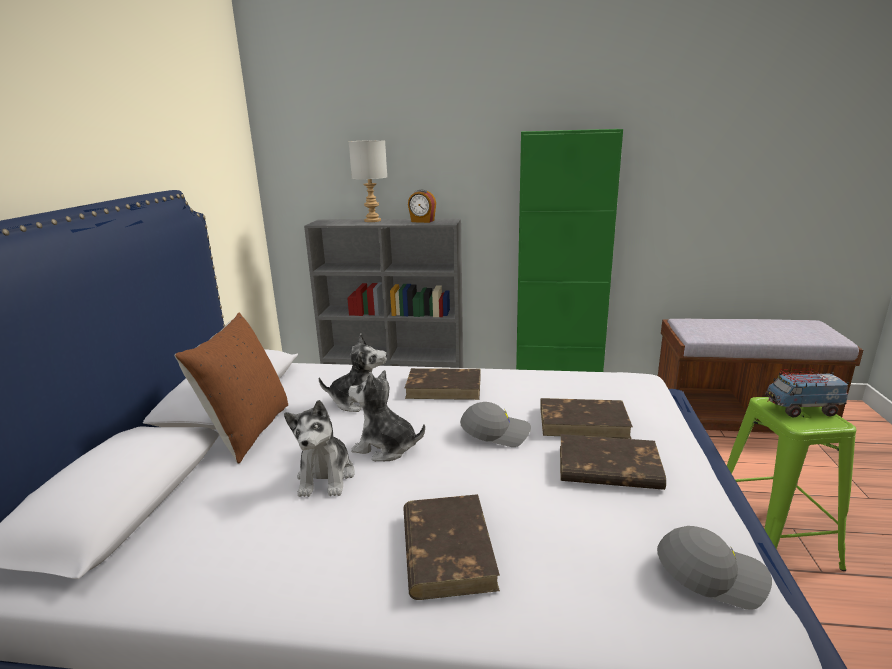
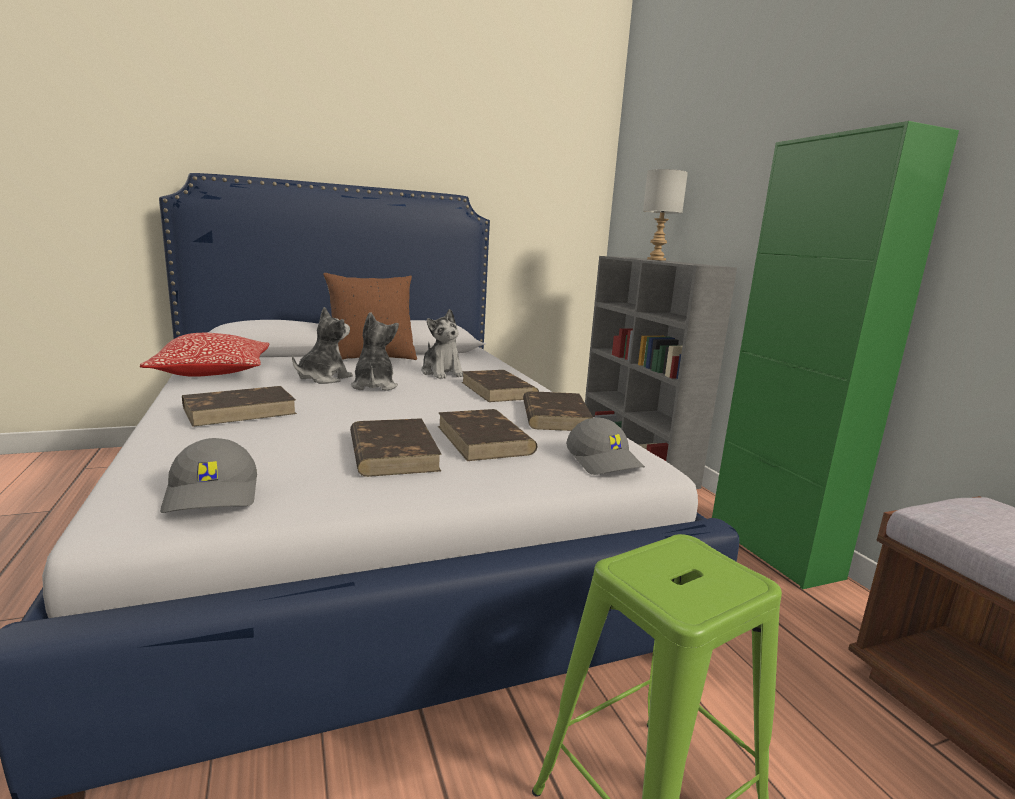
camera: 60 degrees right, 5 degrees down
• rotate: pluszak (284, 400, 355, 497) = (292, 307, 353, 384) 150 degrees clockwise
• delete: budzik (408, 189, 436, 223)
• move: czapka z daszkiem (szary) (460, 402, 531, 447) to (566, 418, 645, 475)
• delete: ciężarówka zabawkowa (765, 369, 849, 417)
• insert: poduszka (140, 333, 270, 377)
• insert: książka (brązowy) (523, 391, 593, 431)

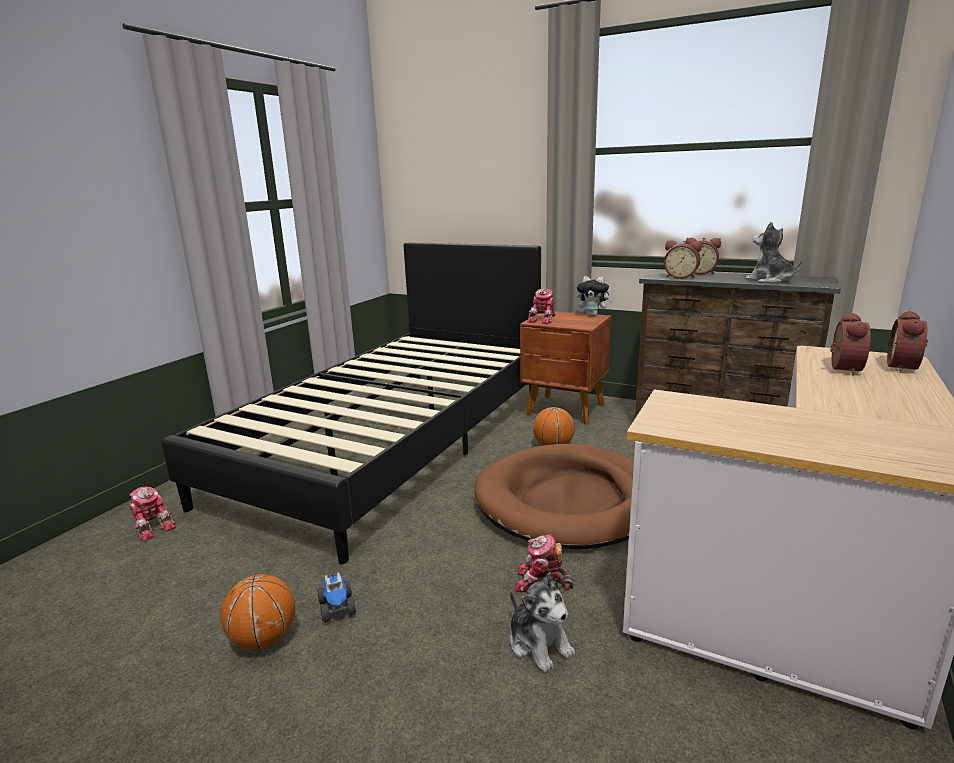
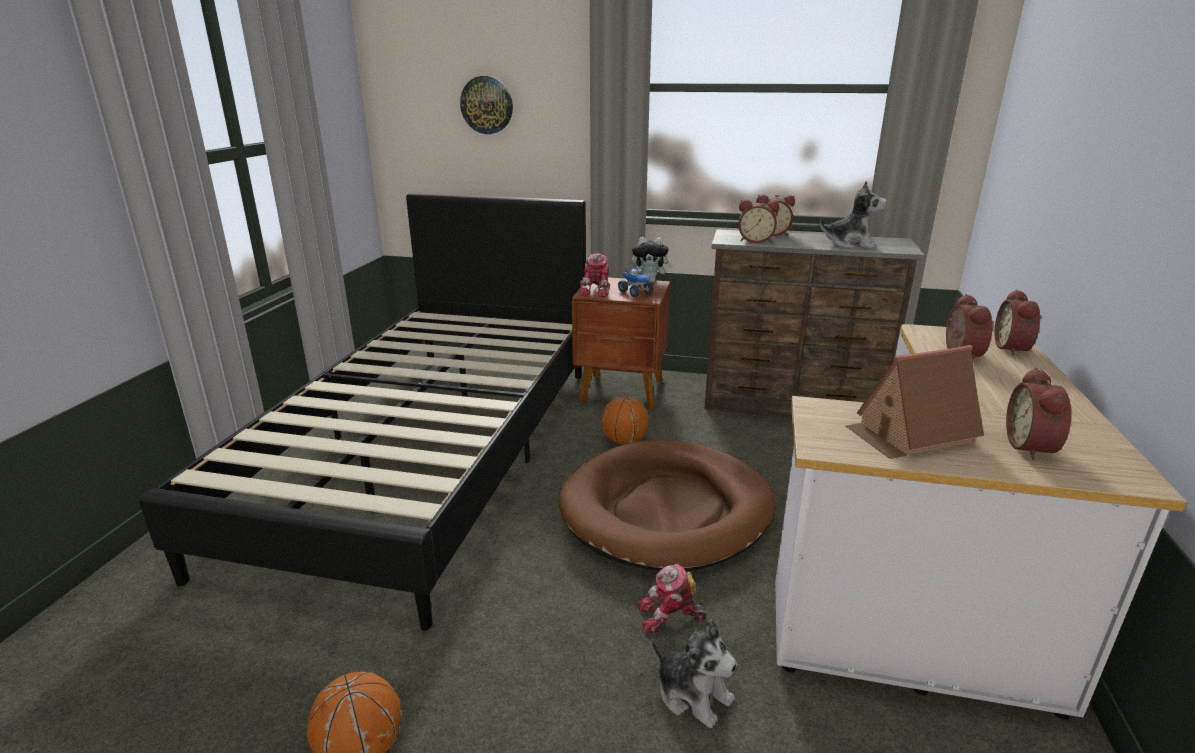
camera: 15 degrees left, 5 degrees up
• delete: robot zabawkowy (129, 486, 176, 541)
• move: ciężarówka zabawkowa (317, 570, 356, 623) to (618, 266, 654, 297)
• rotate: pluszak (745, 222, 803, 283) = (820, 181, 887, 249) 150 degrees clockwise
• insert: zegar ścienny (460, 76, 513, 134)
• insert: domek (845, 345, 984, 459)
• insert: budzik (1006, 368, 1071, 460)

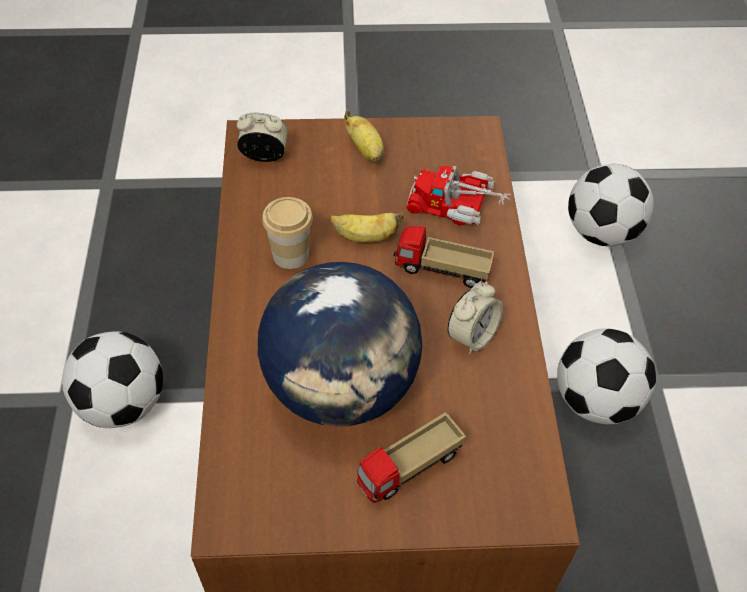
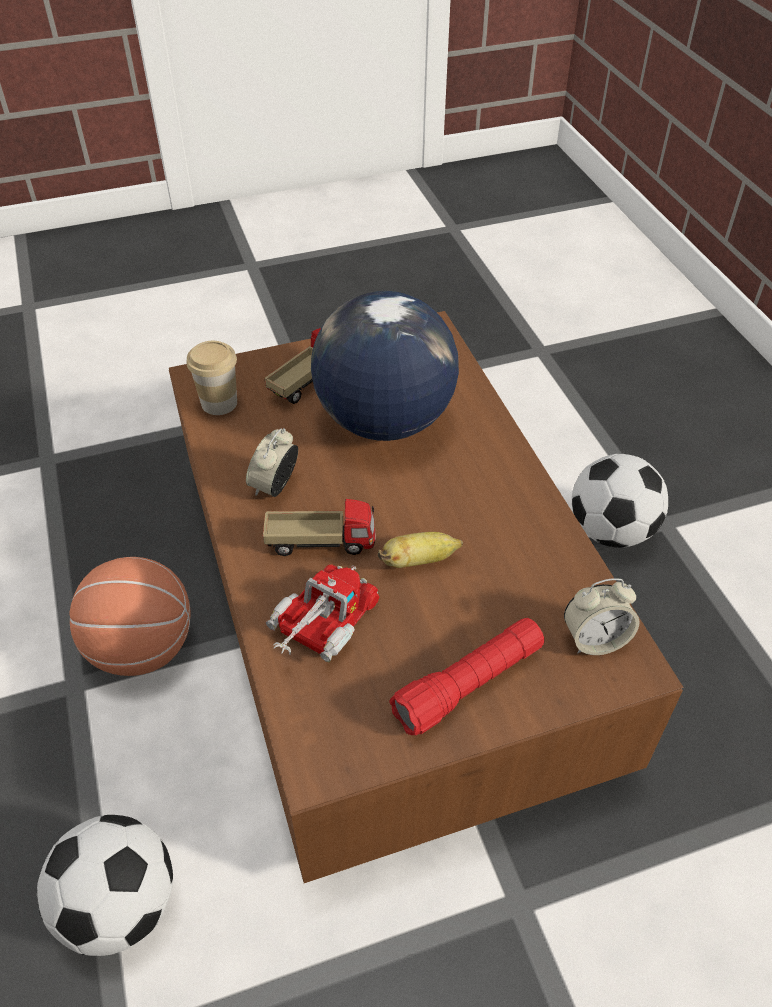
camera: 165 degrees right, 5 degrees down
• move: filiżanka (262, 197, 313, 269) to (187, 341, 237, 415)
• replace: banan (344, 111, 384, 162) to latarka (czerwony) (389, 618, 544, 735)
• rotate: ciężarówka zabawkowa (406, 166, 511, 226) = (266, 564, 379, 662) 60 degrees counterclockwise
• replace: piłka futbolowa (557, 328, 656, 424) to piłka do koszykówki (70, 557, 191, 676)

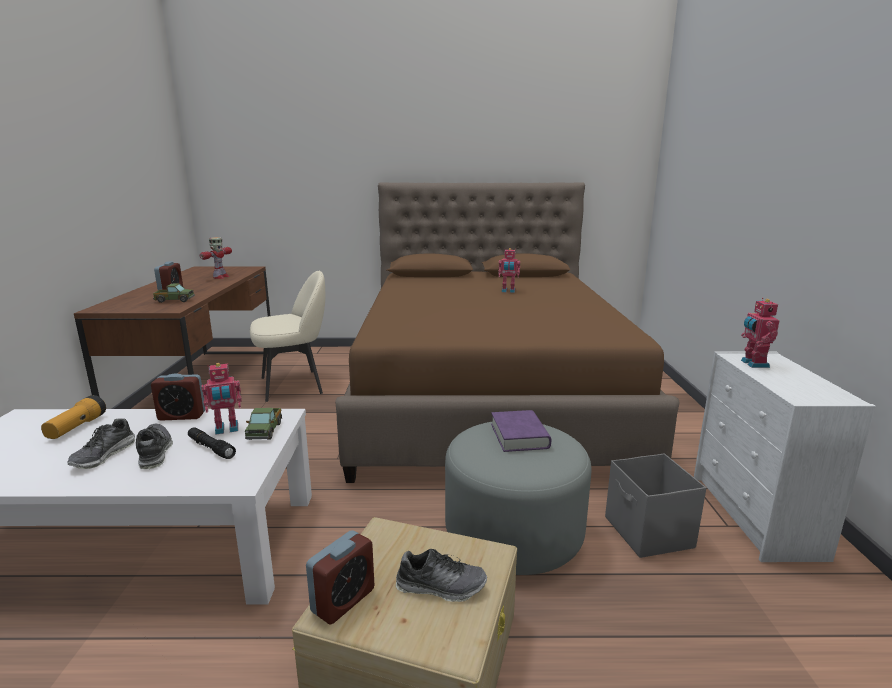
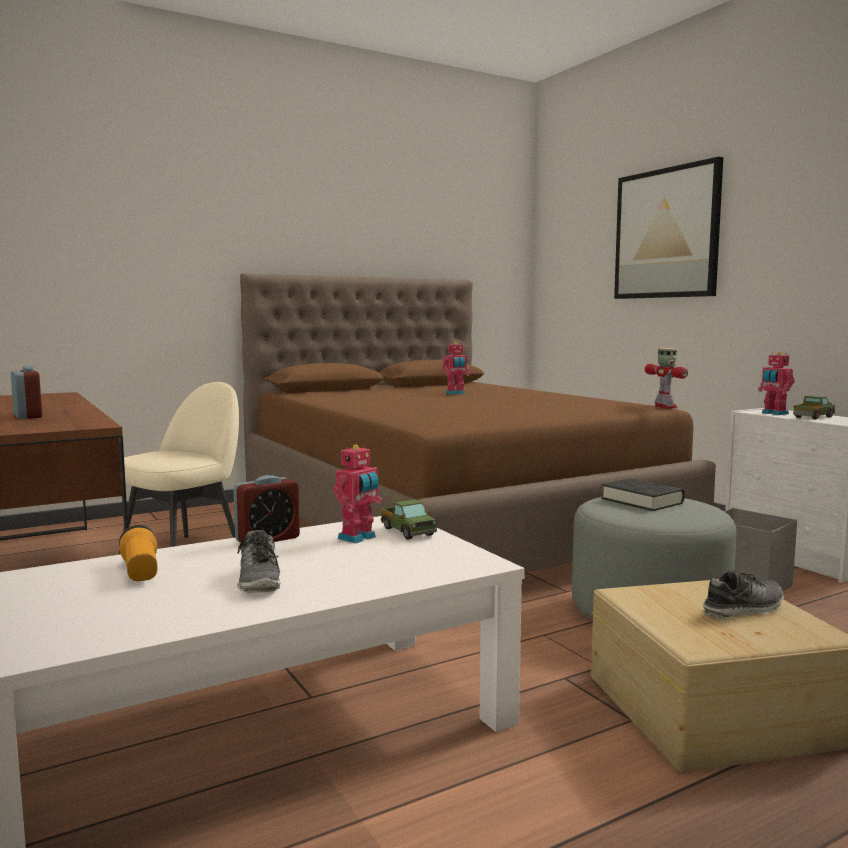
camera: 30 degrees left, 10 degrees down
• delete: but (136, 424, 173, 469)
• move: ciężarówka zabawkowa (153, 284, 195, 303) to (793, 395, 835, 419)
• delete: latarka (czarny) (188, 427, 236, 459)
• move: robot zabawkowy (200, 237, 232, 279) to (645, 348, 688, 408)
• delete: budzik (306, 530, 374, 625)
• recolor: książka (fioletowy) (491, 410, 551, 452) to książka (czarny) (601, 478, 684, 511)
• insert: obraz (614, 157, 723, 299)

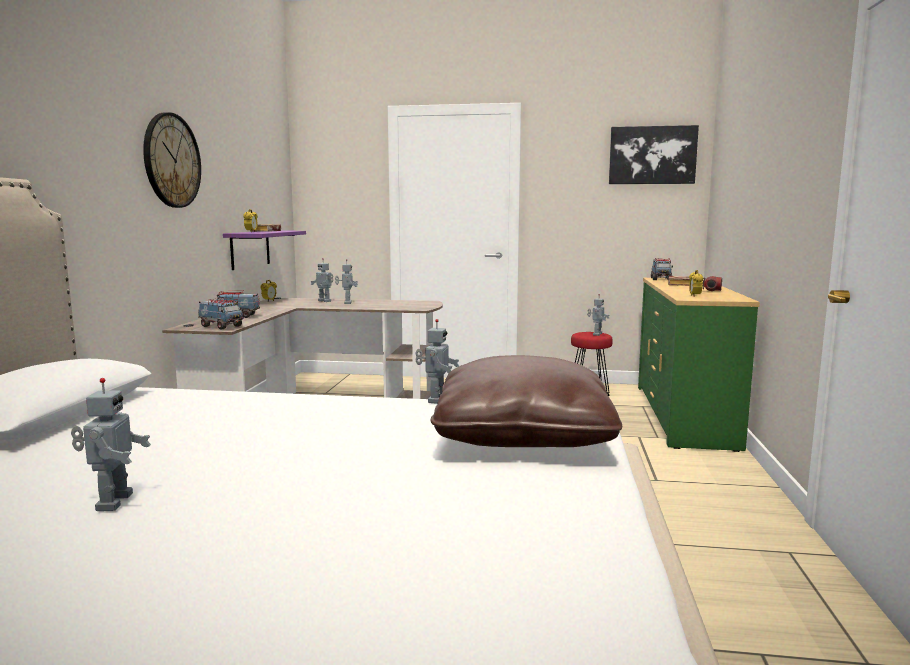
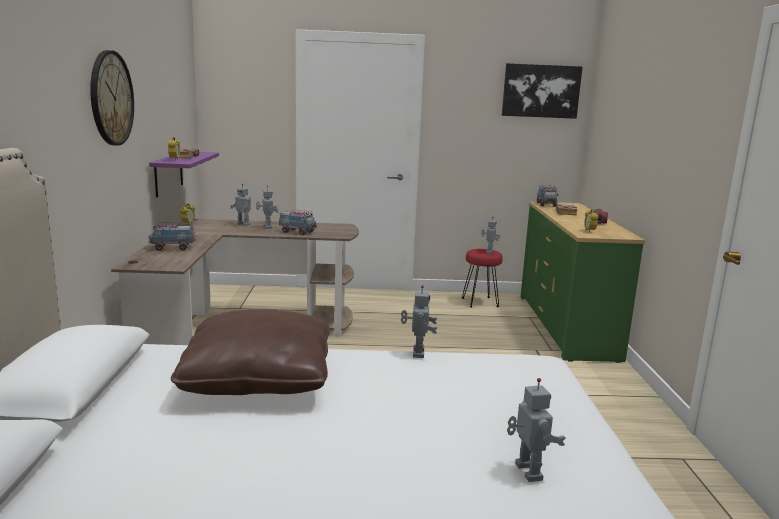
camera: 10 degrees left, 5 degrees up
• move: robot zabawkowy (71, 378, 151, 511) to (507, 378, 565, 482)
• move: ciężarówka zabawkowa (198, 298, 244, 329) to (279, 210, 317, 235)
• move: poduszka (brązowy) (430, 355, 622, 447) to (171, 309, 330, 395)

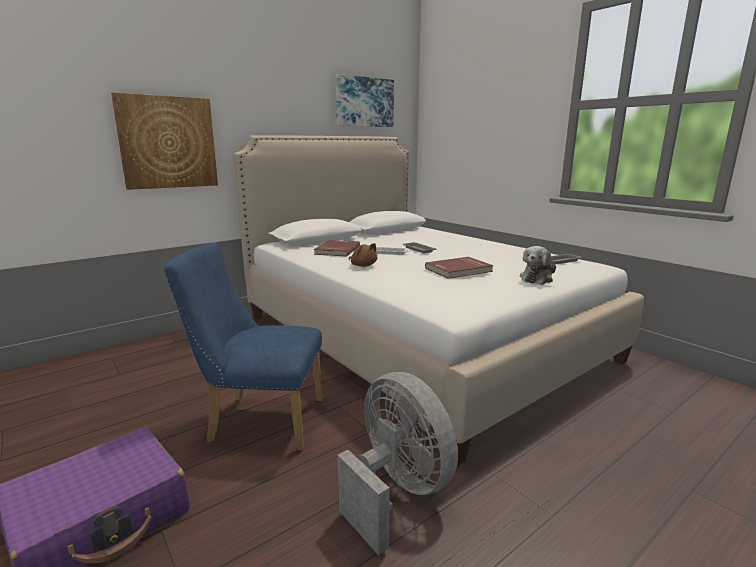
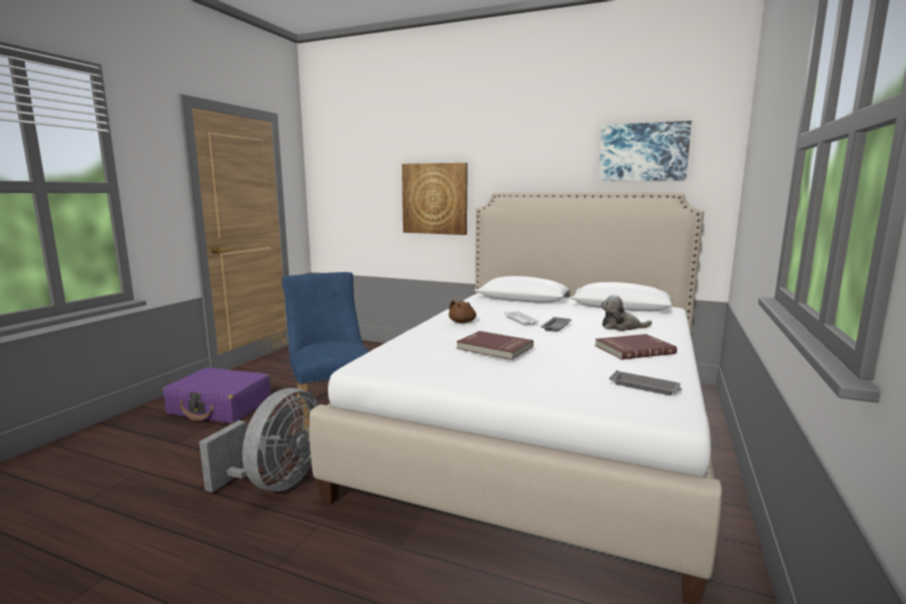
camera: 60 degrees right, 5 degrees down
• move: książka (czerwony) (314, 240, 360, 257) to (595, 334, 677, 360)
• move: pluszak (520, 246, 556, 285) to (601, 295, 652, 331)

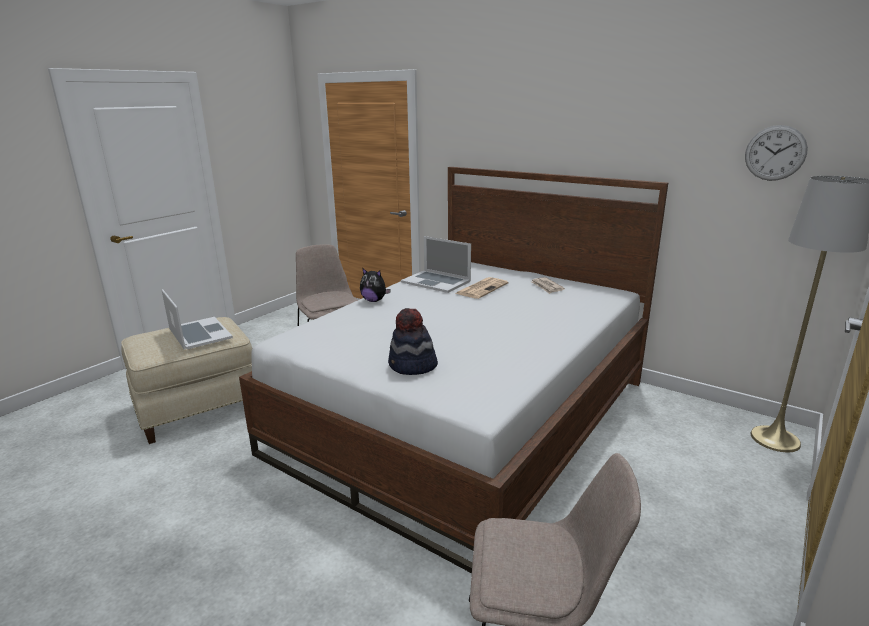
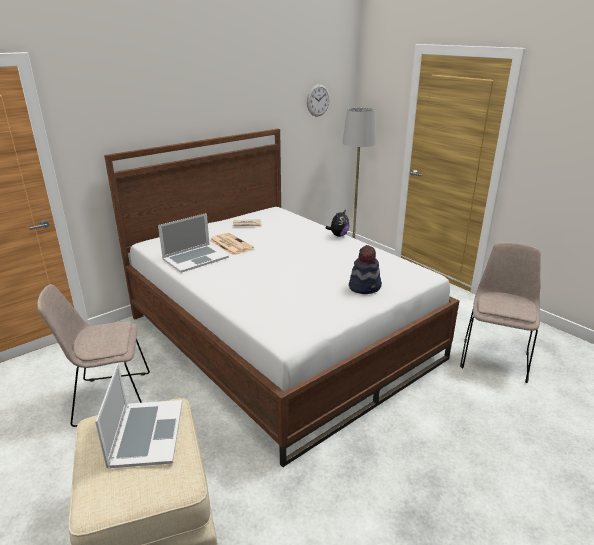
camera: 75 degrees left, 5 degrees up
• rotate: laptop (162, 289, 233, 350) = (95, 363, 182, 468) 105 degrees clockwise
• move: pluszak (360, 269, 391, 302) to (326, 209, 349, 237)

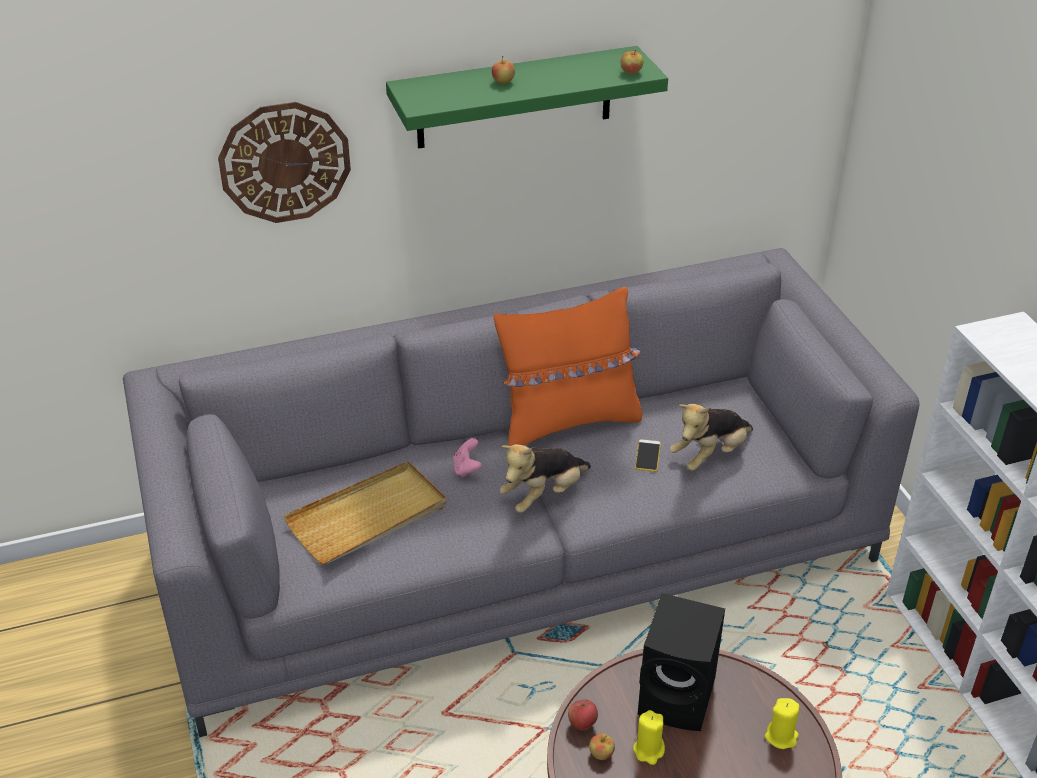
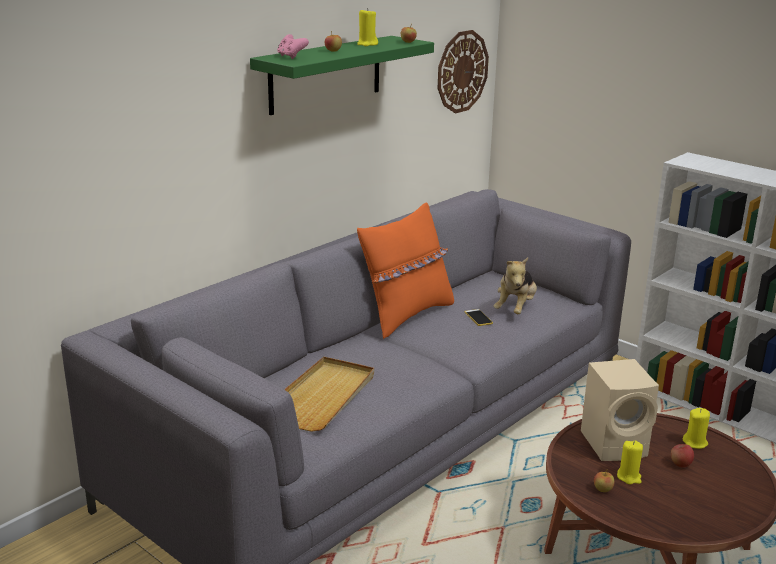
camera: 30 degrees left, 15 degrees down
• move: zegar ścienny (218, 102, 351, 223) to (437, 30, 489, 113)
• move: pad do gier (różowy) (453, 438, 482, 478) to (277, 34, 309, 59)
• delete: pluszak (500, 444, 591, 513)
• move: jabłko (568, 699, 598, 730) to (671, 444, 694, 468)
• recolor: głośnik (czarny) (638, 593, 725, 731) to głośnik (beżowy) (581, 359, 659, 461)
• insert: świeca (żółty) (357, 8, 378, 46)

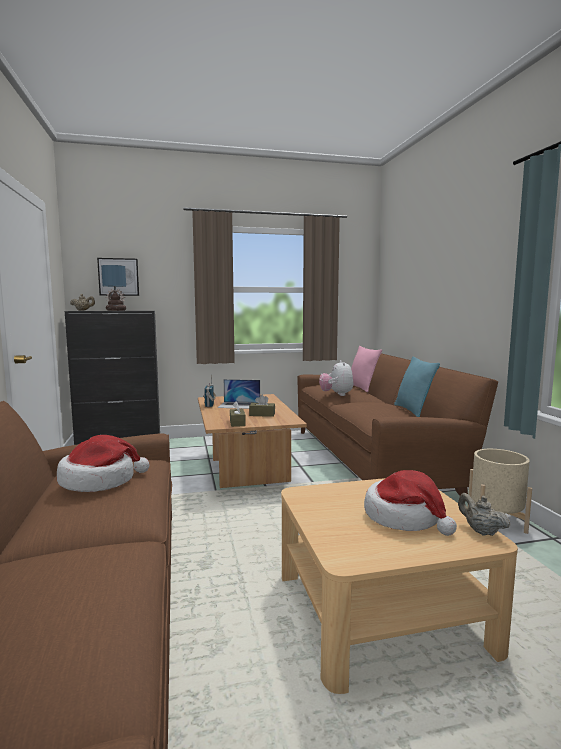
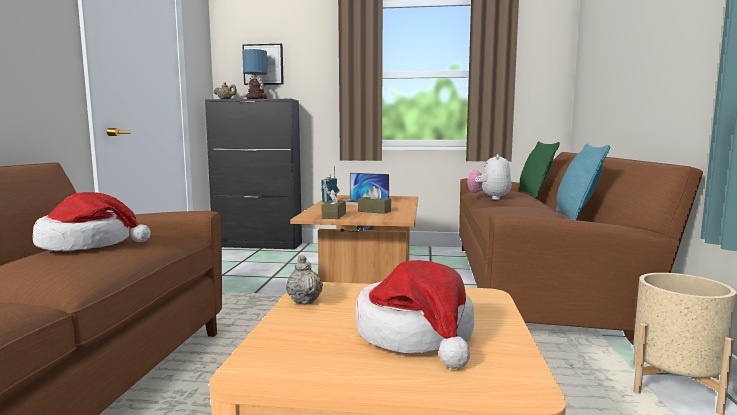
camera: 20 degrees right, 0 degrees up
• recolor: poduszka (różowy) (351, 346, 382, 392) to poduszka (zielony) (518, 141, 560, 199)
• move: imbryk (beżowy) (458, 493, 511, 536) to (286, 255, 323, 304)

